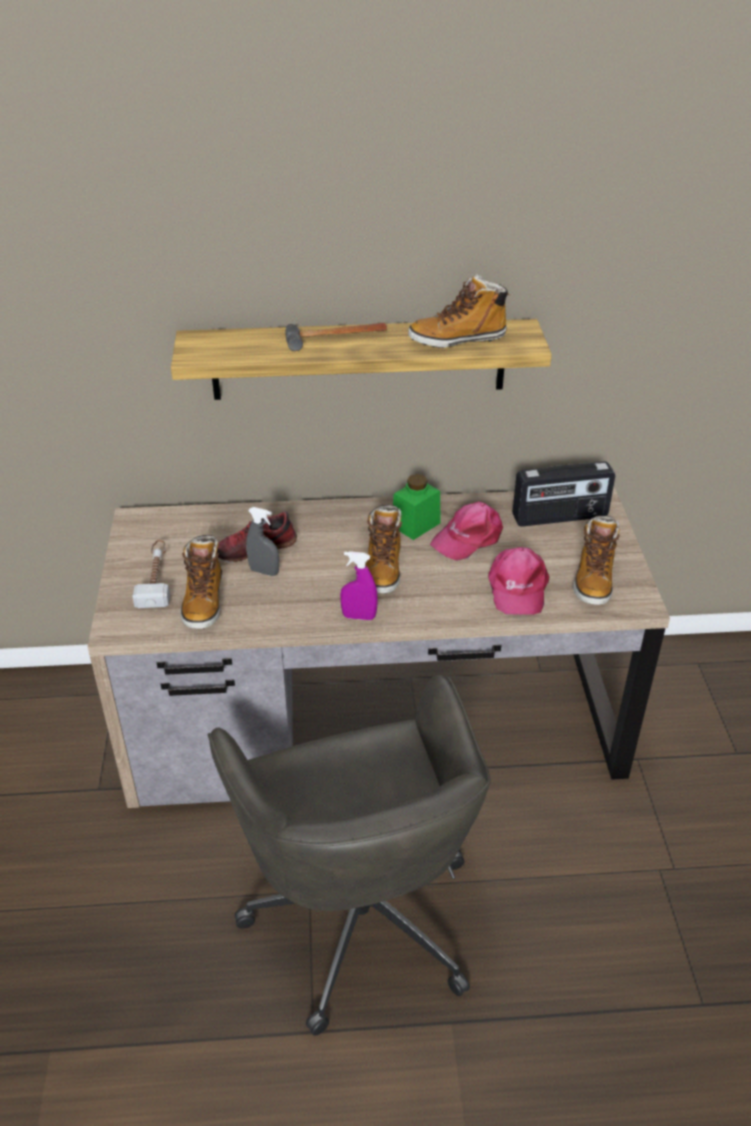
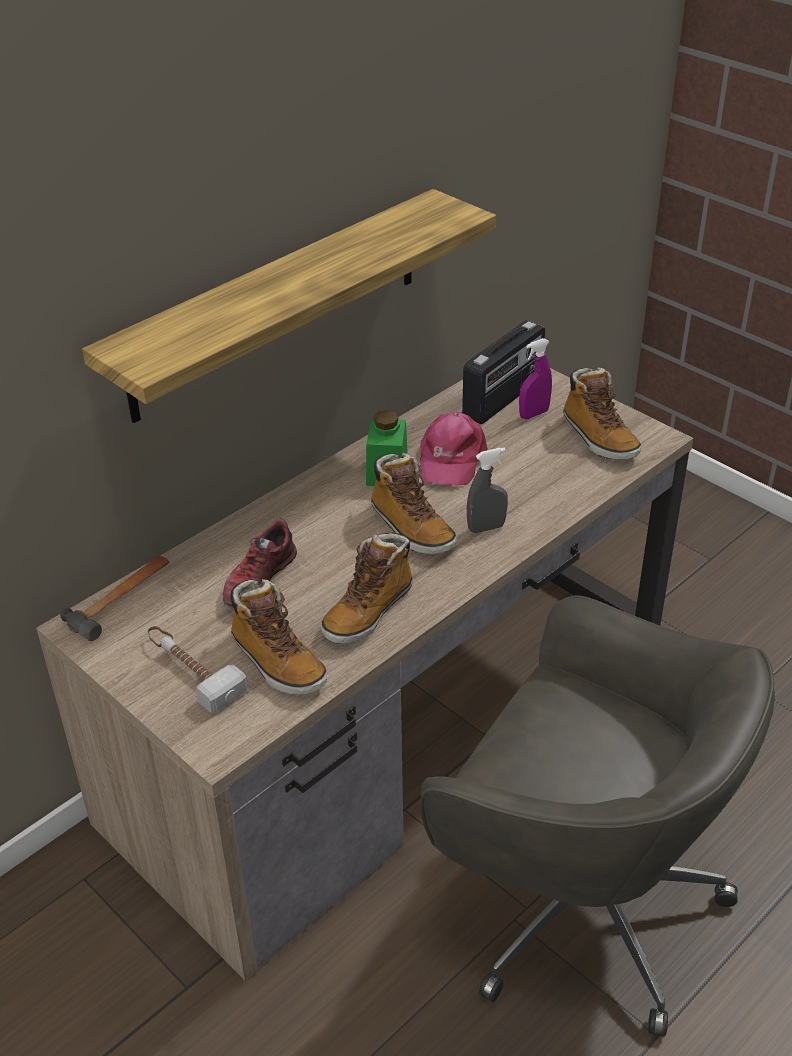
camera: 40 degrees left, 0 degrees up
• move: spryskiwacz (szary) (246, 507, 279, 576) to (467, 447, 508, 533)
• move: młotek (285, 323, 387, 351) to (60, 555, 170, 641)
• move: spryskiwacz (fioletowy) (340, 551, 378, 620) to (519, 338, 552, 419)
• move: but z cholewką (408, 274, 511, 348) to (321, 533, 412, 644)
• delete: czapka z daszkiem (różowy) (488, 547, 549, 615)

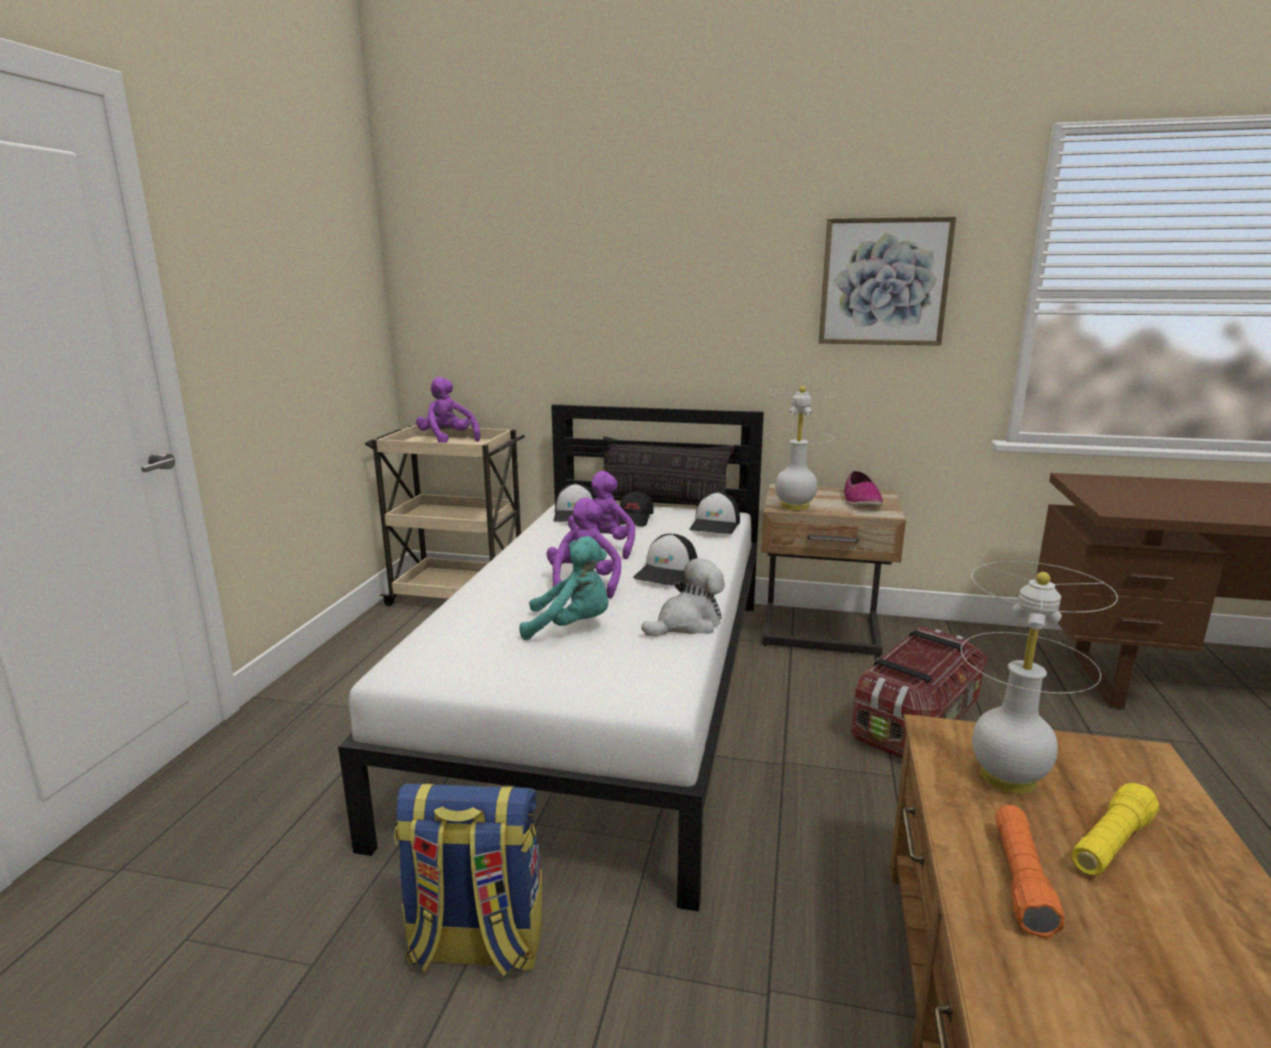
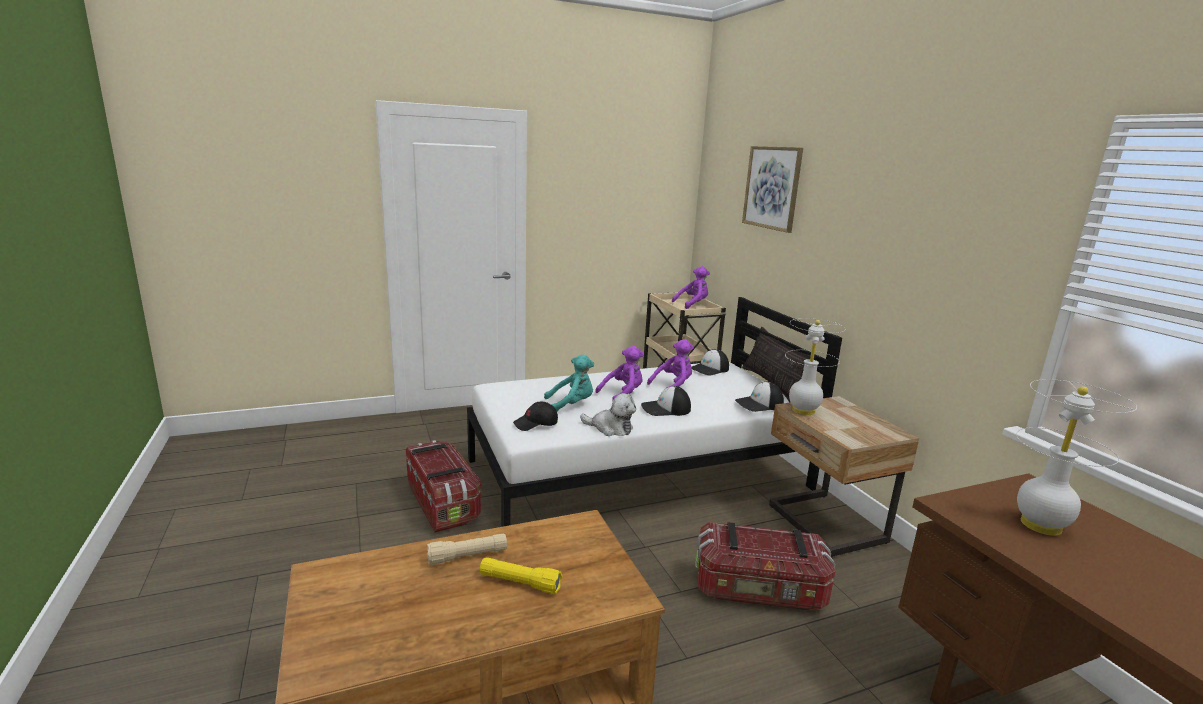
camera: 55 degrees right, 0 degrees up
• replace: plecak (394, 782, 543, 976) to pojemnik do przechowywania (406, 440, 482, 533)
• rotate: pluszak (fioletowy) (416, 377, 481, 443) = (672, 266, 710, 309) 45 degrees clockwise
• rotate: pluszak (turkusowy) (520, 536, 609, 640) = (544, 355, 594, 411) 75 degrees counterclockwise
• move: czapka z daszkiem (czarny) (618, 491, 654, 527) to (513, 402, 558, 431)
• move: obraz (819, 216, 956, 346) to (742, 146, 803, 233)
• delete: but (843, 471, 883, 507)
• move: lampa stołowa (biały) (961, 561, 1118, 794) to (1016, 379, 1137, 536)
• recolor: latarka (pomarańczowy) (995, 805, 1065, 938) to latarka (beżowy) (427, 533, 507, 565)

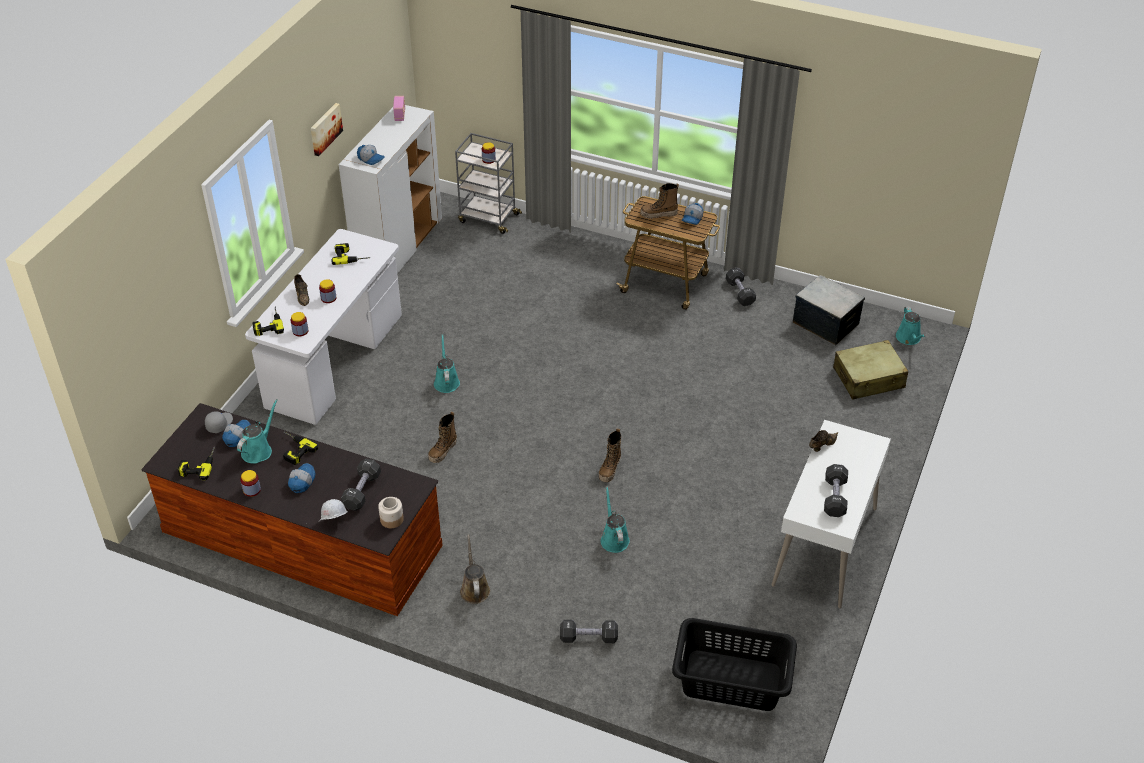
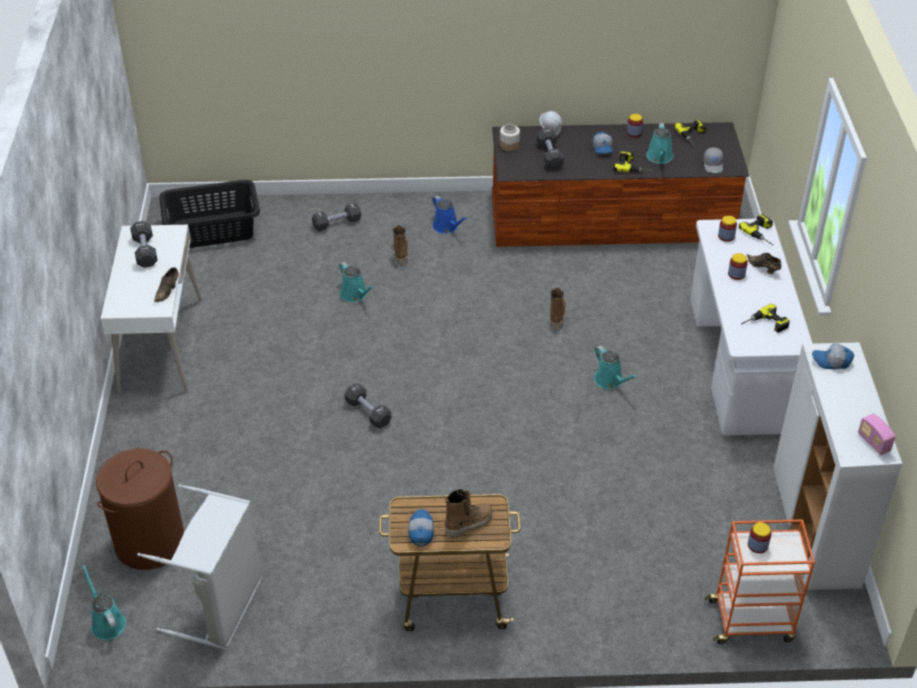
camera: 155 degrees right, 0 degrees up
• delete: czapka z daszkiem (222, 420, 251, 447)
• delete: obraz (311, 103, 343, 156)
• recolor: wózek (szary) (455, 133, 522, 234) to wózek (pomarańczowy) (705, 519, 815, 644)
• recolor: konewka (brązowy) (460, 534, 490, 604) to konewka (niebieski) (432, 196, 467, 234)
• move: but z cholewką (599, 429, 621, 482) to (392, 225, 409, 265)
• move: hantel (czarny) (726, 267, 756, 306) to (344, 383, 391, 428)
• replace: pojemnik do przechowywania (793, 275, 865, 345) to kosz na pranie (szary) (137, 484, 263, 650)
• replace: walizka (beżowy) (833, 340, 908, 400) to kosz na pranie (brązowy) (96, 448, 184, 570)

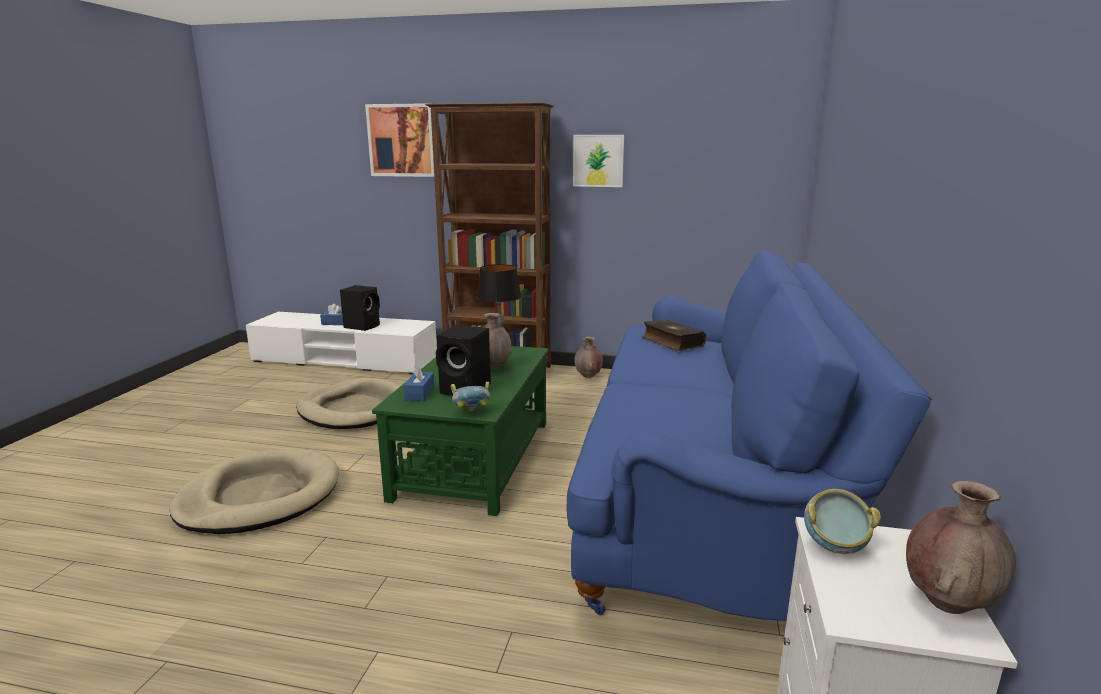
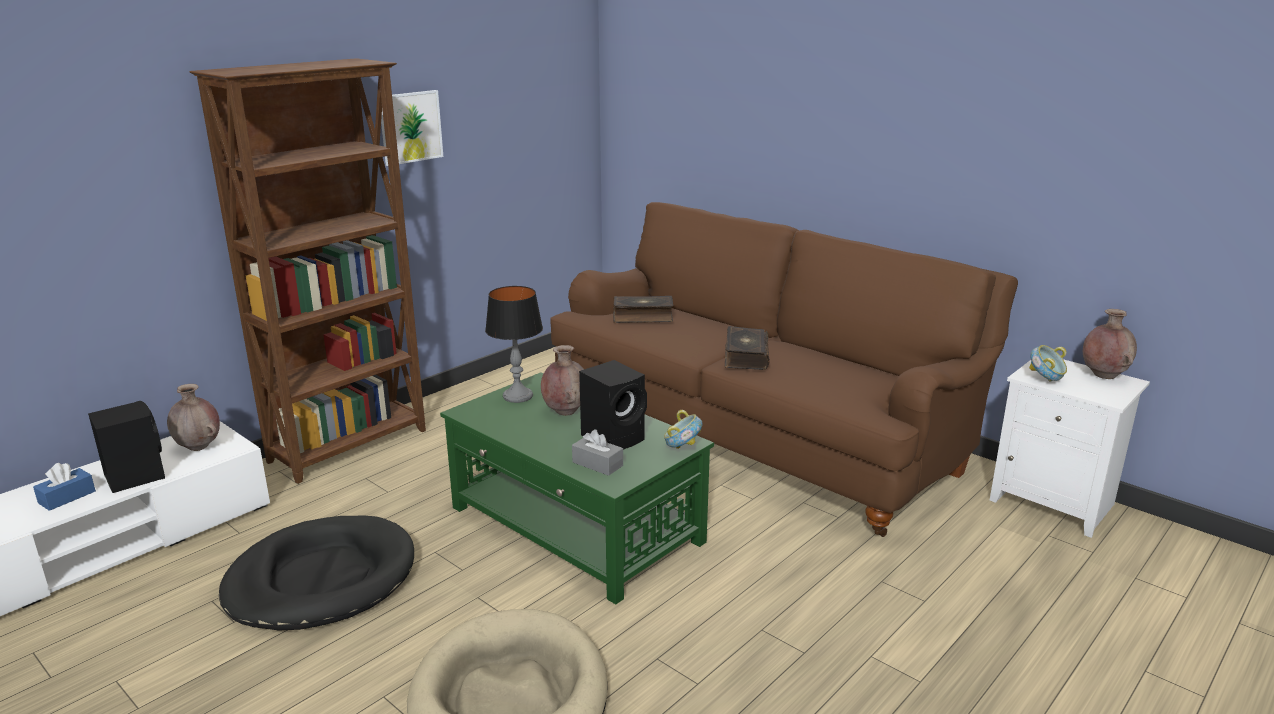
camera: 60 degrees left, 5 degrees up
• recolor: legowisko (beżowy) (296, 378, 401, 429) to legowisko (czarny) (219, 516, 414, 631)
• delete: obraz (365, 103, 434, 177)
• recolor: pudełko chusteczek (niebieski) (404, 363, 435, 401) to pudełko chusteczek (szary) (572, 429, 623, 476)
• recolor: kanapa (niebieski) (567, 250, 932, 621) to kanapa (brązowy) (550, 202, 1018, 537)
• move: wazon (brązowy) (574, 337, 603, 378) to (167, 384, 220, 451)
• insert: książka (725, 326, 770, 370)

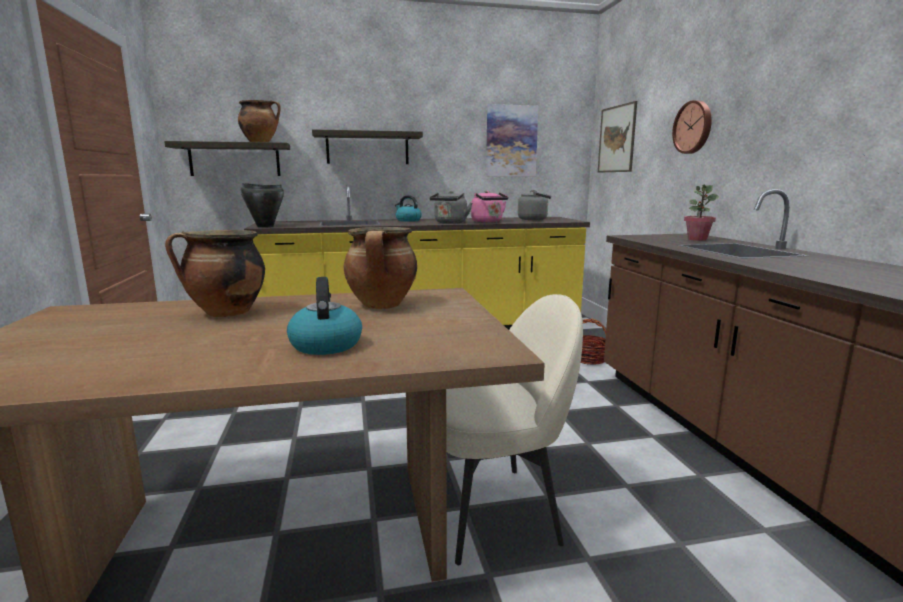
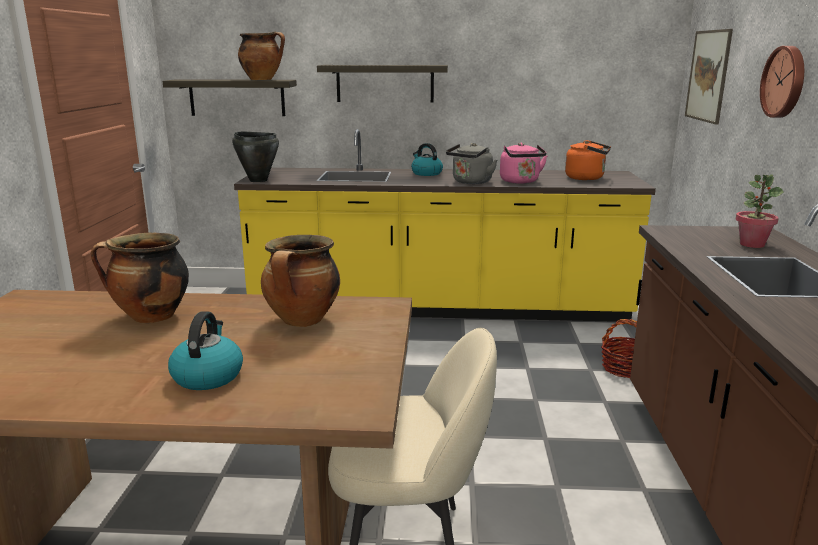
camera: 15 degrees right, 5 degrees up
• delete: obraz (486, 104, 538, 177)
• recolor: czajnik (szary) (518, 190, 551, 220) to czajnik (pomarańczowy) (565, 140, 611, 180)

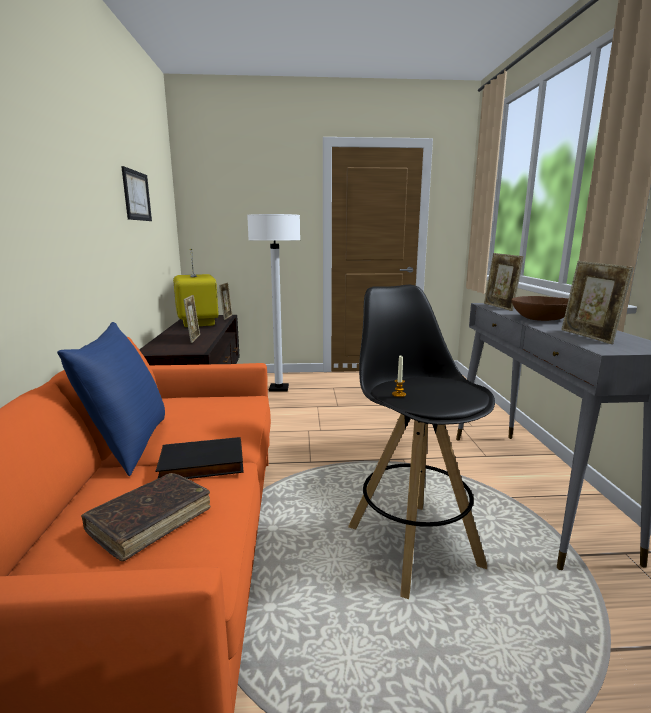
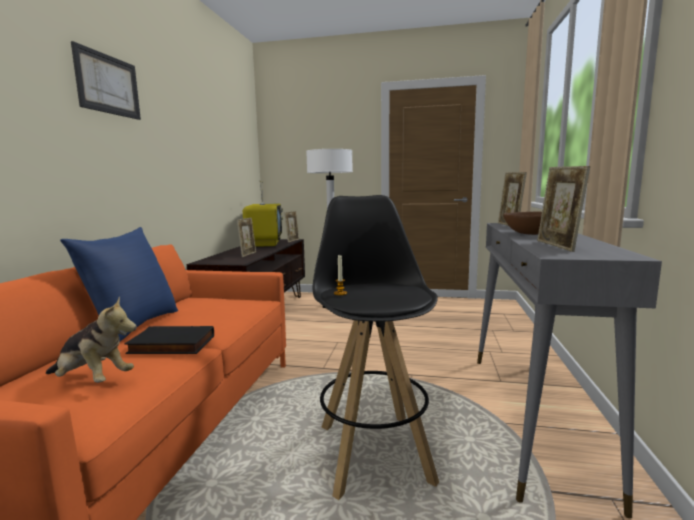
camera: 15 degrees right, 5 degrees down
• replace: książka (brązowy) (81, 473, 210, 561) to pluszak (46, 297, 137, 383)
• move: obraz (121, 166, 152, 221) to (71, 41, 141, 120)

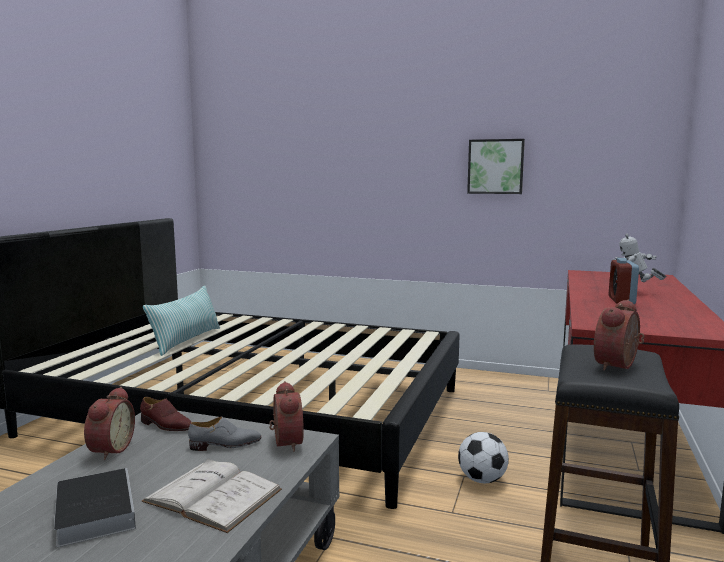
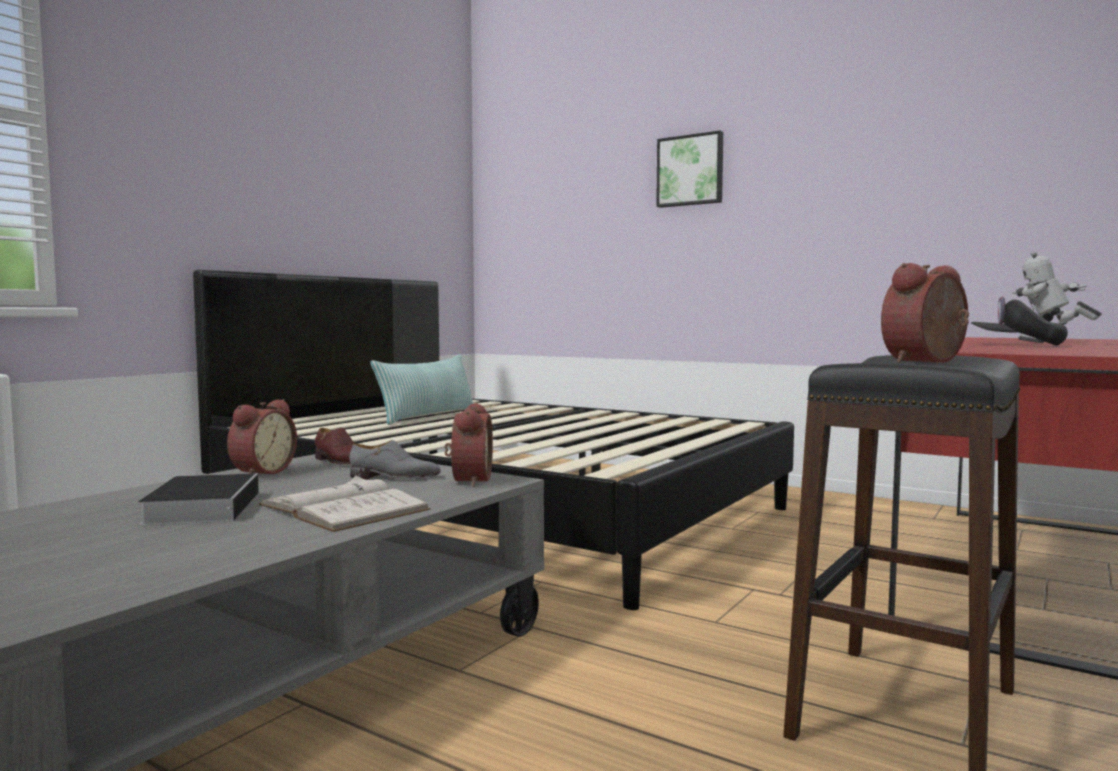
camera: 15 degrees right, 5 degrees down
• delete: piłka futbolowa (458, 432, 509, 484)
• move: obraz (467, 139, 525, 194) to (656, 131, 723, 208)
• replace: budzik (609, 258, 639, 304) to czapka z daszkiem (czarny) (971, 297, 1068, 346)

